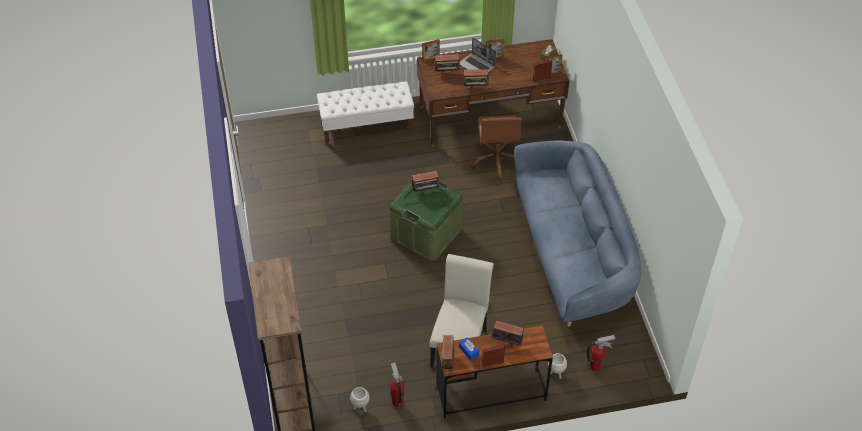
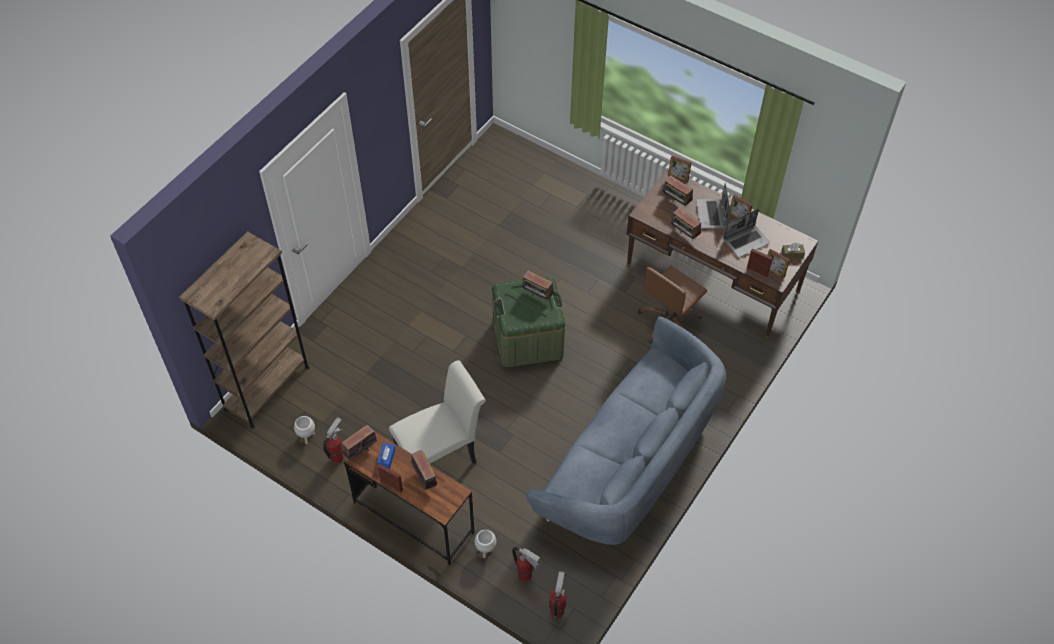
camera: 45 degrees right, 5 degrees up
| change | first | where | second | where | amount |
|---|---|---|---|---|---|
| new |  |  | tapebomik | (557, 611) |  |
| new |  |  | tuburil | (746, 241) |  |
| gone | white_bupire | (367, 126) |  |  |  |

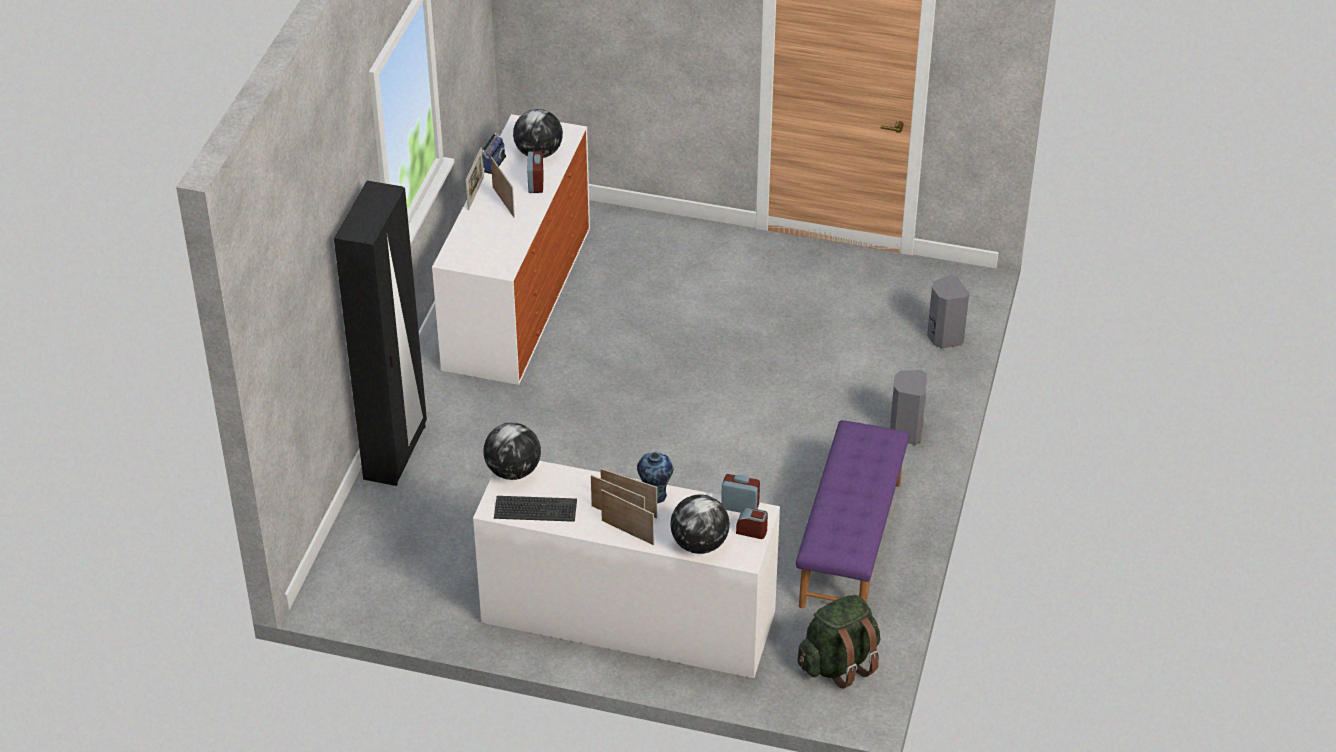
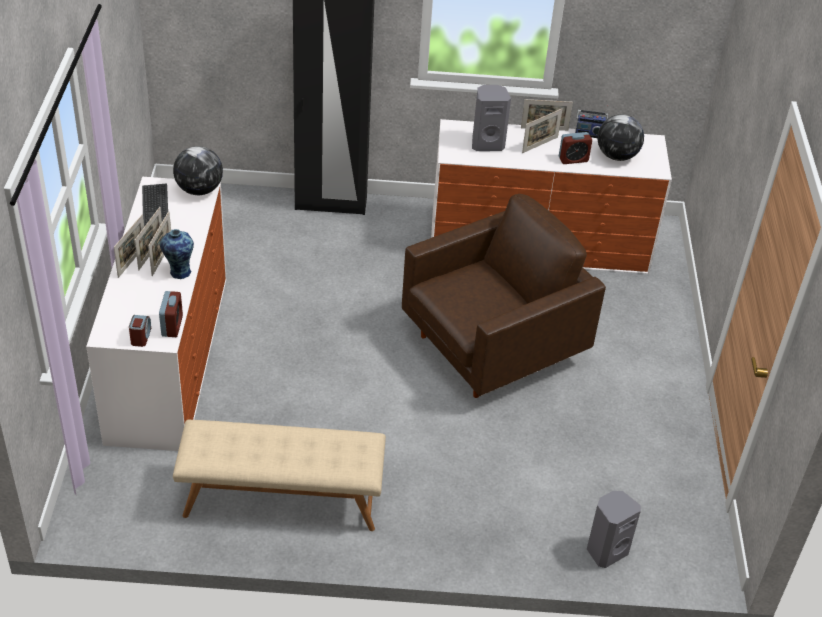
camera: 75 degrees right, 0 degrees up
| change | first | where | second | where | amount |
|---|---|---|---|---|---|
| repainted | purple_bupire | (851, 544) | beige_bupire | (281, 500) |  |
| new |  |  | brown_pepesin | (492, 348) |  |
| shifted | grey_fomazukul | (905, 432) |  | (487, 144) |  |
| gone | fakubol | (700, 544) |  |  |  |
| gone | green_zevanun | (839, 663) |  |  |  |

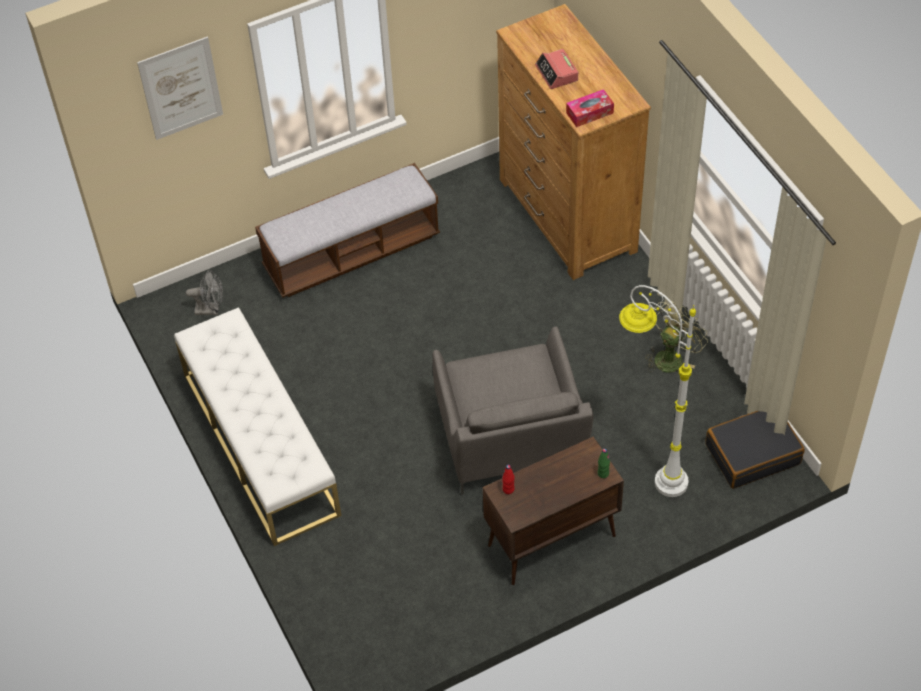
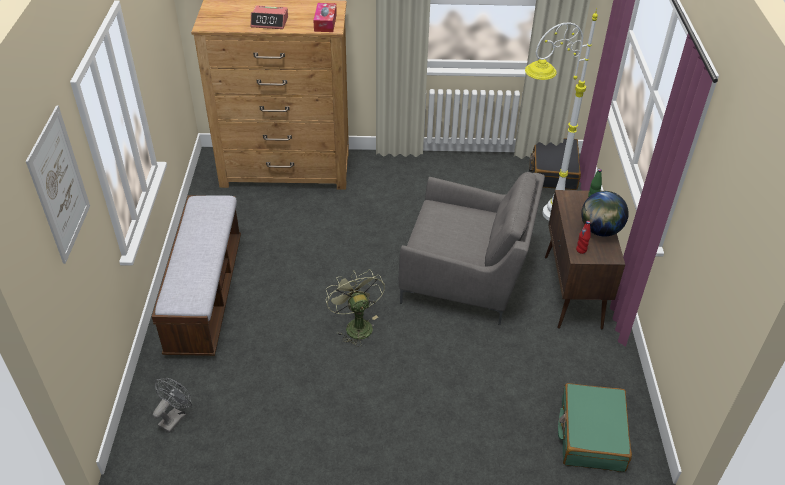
camera: 65 degrees left, 10 degrees down
| change | first | where | second | where | amount |
|---|---|---|---|---|---|
| shifted | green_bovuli | (671, 356) |  | (355, 325) |  |
| new |  |  | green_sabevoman | (591, 434) |  |
| new |  |  | fakubol | (600, 230) |  |
| gone | white_bupire | (260, 443) |  |  |  |

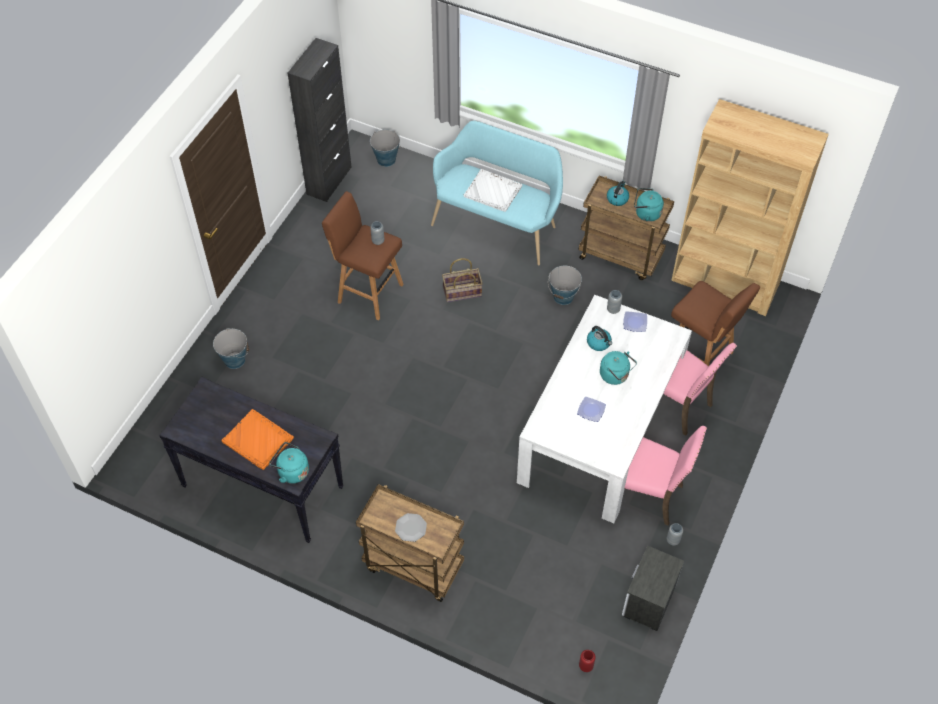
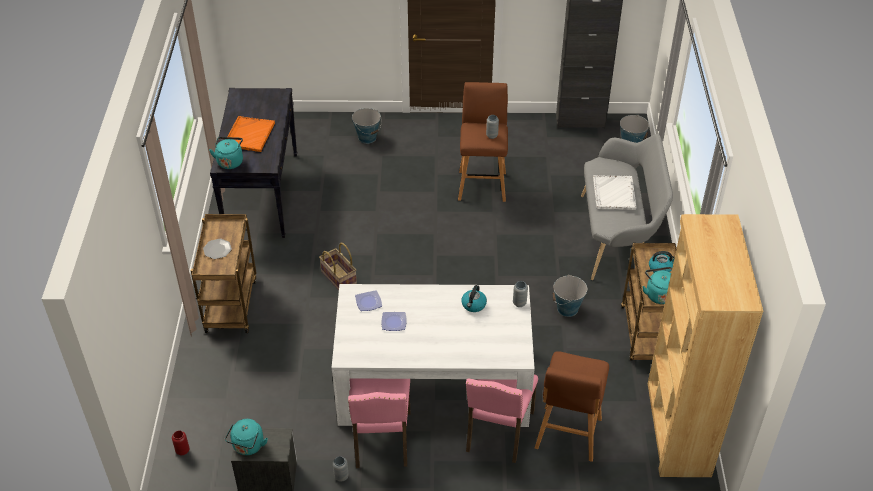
camera: 65 degrees right, 10 degrees down
| change | first | where | second | where | amount |
|---|---|---|---|---|---|
| shifted | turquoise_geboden | (615, 376) |  | (248, 447) |  |
| shifted | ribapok | (462, 292) |  | (338, 278) |  |
| shifted | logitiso | (634, 322) |  | (369, 302) |  |
| repainted | turquoise_bupire | (497, 223) | grey_bupire | (618, 237) |  |

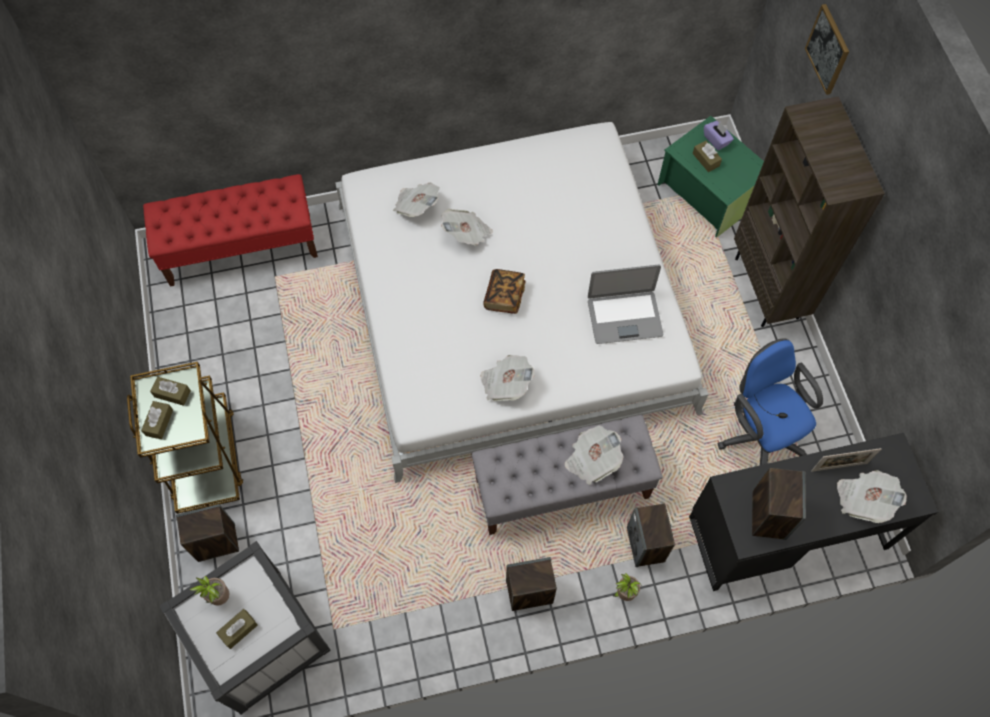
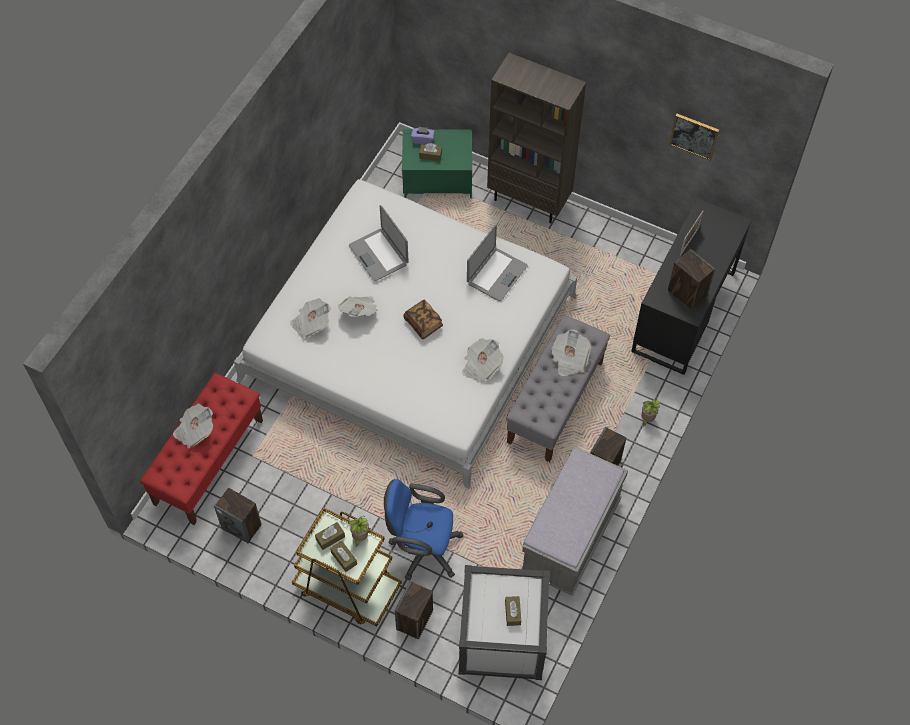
camera: 50 degrees left, 5 degrees down
| change | first | where | second | where | amount |
|---|---|---|---|---|---|
| shifted | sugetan | (864, 500) |  | (195, 431) |  |
| shifted | fomazukul | (646, 545) |  | (242, 526) |  |
| shifted | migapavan | (219, 597) |  | (359, 537) |  |
| new |  |  | tuburil | (379, 255) |  |
| shifted | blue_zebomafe | (758, 435) |  | (422, 548) |  |
| new |  |  | grey_bupire | (571, 537) |  |
| shifted | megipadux | (828, 49) |  | (694, 136) |  |

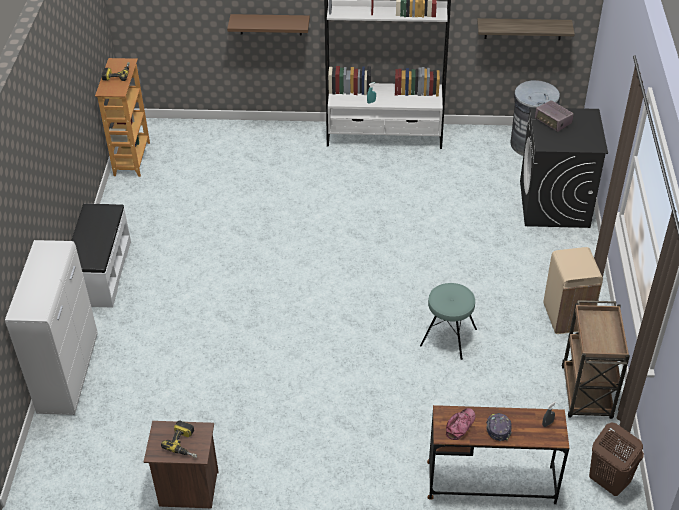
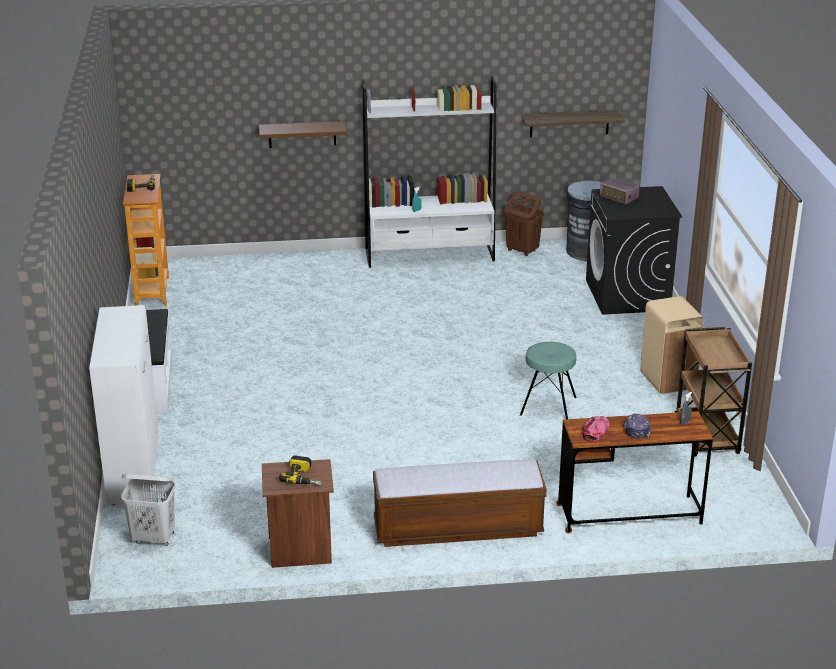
camera: 10 degrees left, 15 degrees down
| change | first | where | second | where | amount |
|---|---|---|---|---|---|
| new |  |  | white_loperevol | (154, 538) |  |
| new |  |  | bupire | (457, 528) |  |
| shifted | brown_loperevol | (608, 482) |  | (522, 251) |  |

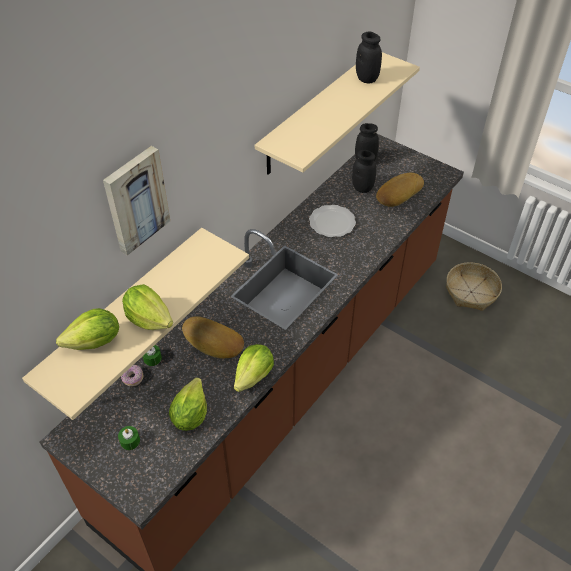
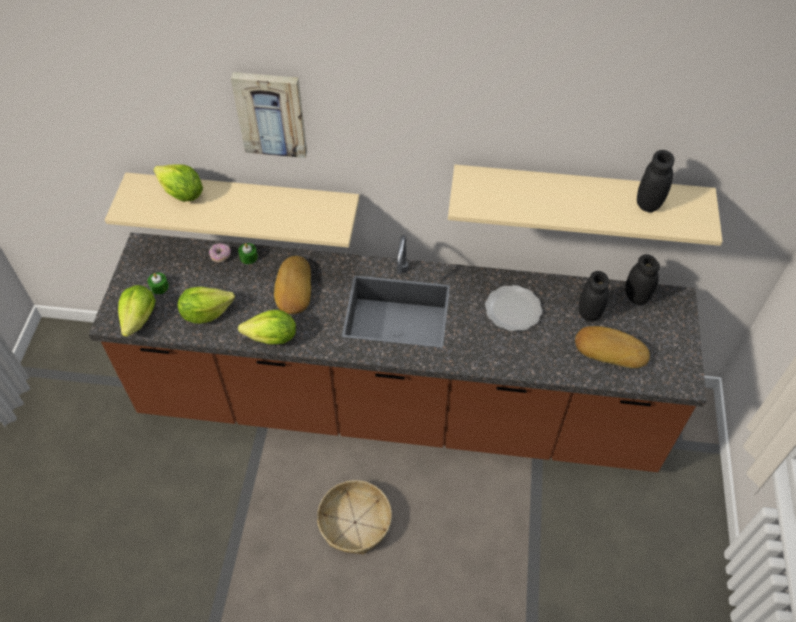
camera: 60 degrees right, 5 degrees up
| change | first | where | second | where | amount |
|---|---|---|---|---|---|
| shifted | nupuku | (149, 319) |  | (140, 319) |  |
| shifted | ribapok | (471, 292) |  | (355, 522) |  |

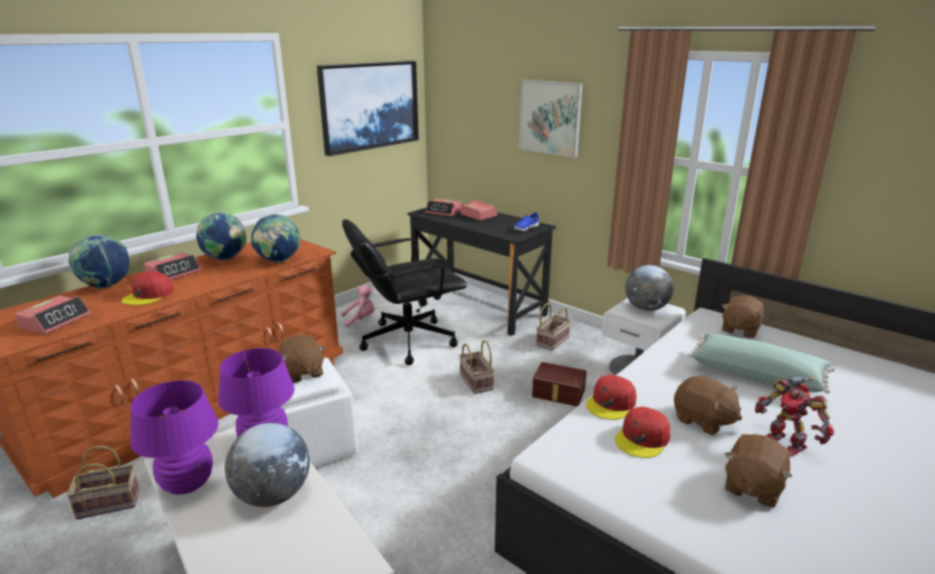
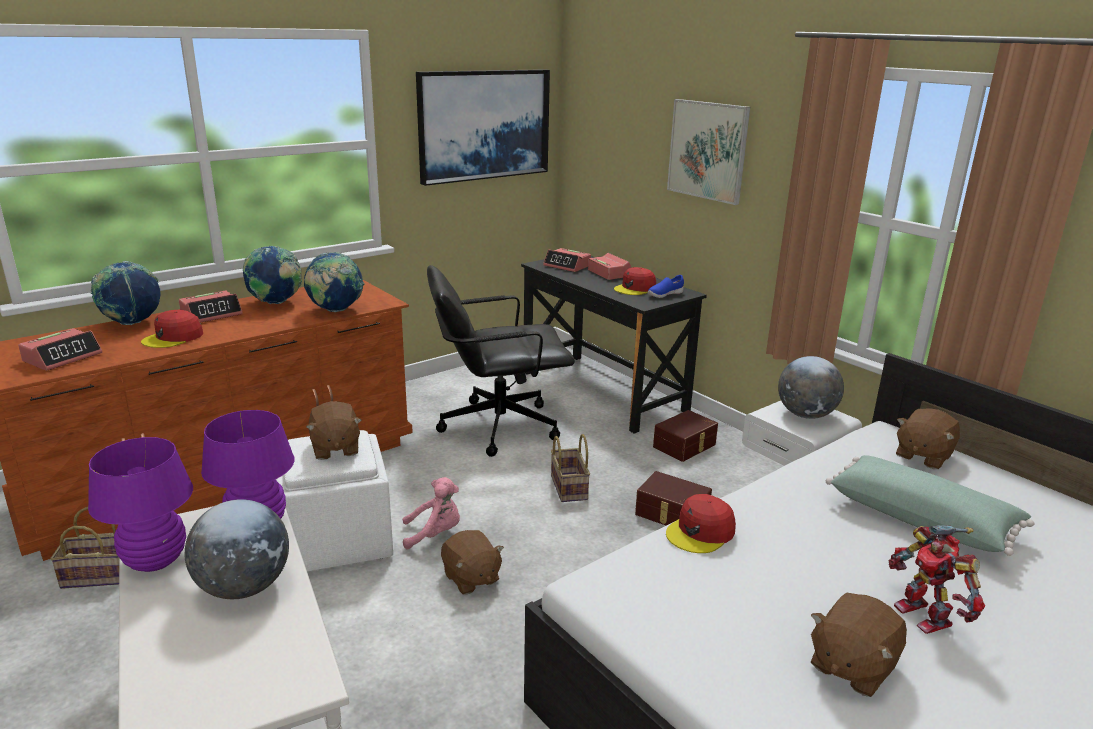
camera: 10 degrees right, 0 degrees up
| change | first | where | second | where | amount |
|---|---|---|---|---|---|
| shifted | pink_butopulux | (360, 320) |  | (434, 534) |  |
| shifted | brown_butopulux | (703, 421) |  | (471, 578) |  |
| shifted | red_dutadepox | (642, 439) |  | (635, 288) |  |
| swapped | ribapok | (552, 341) | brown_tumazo | (685, 446) |  |

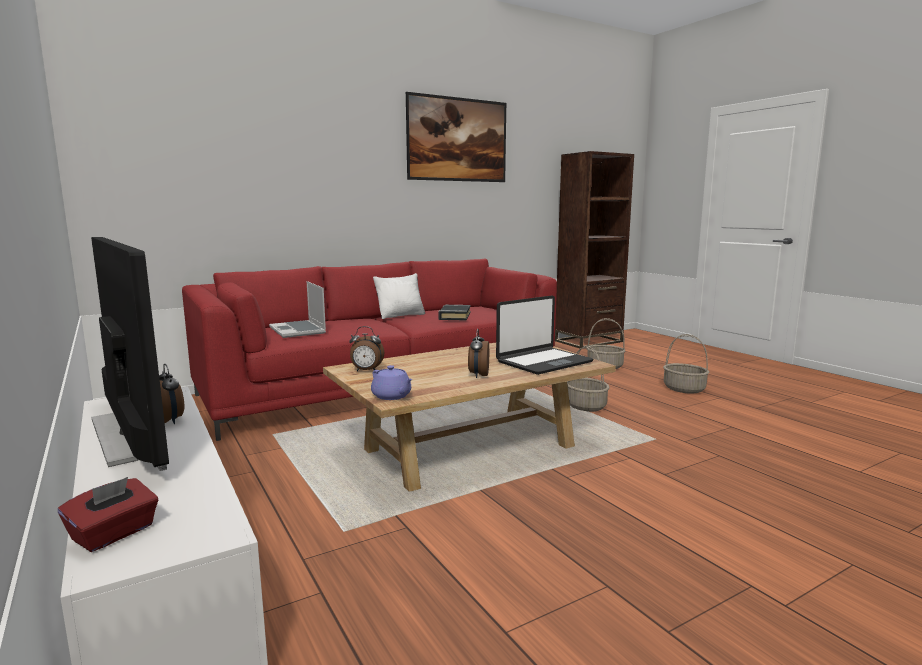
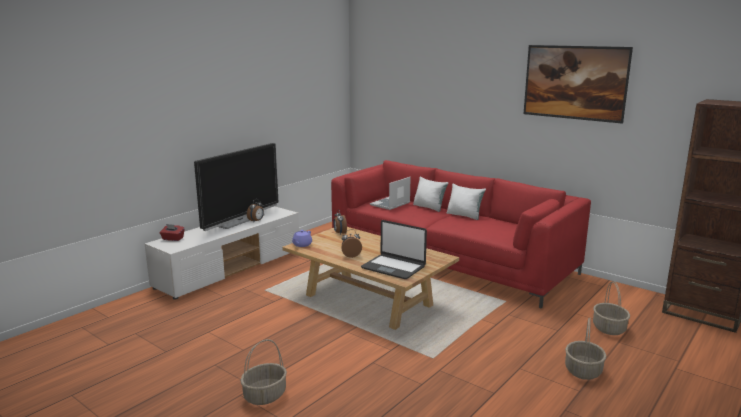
camera: 70 degrees right, 5 degrees up
| change | first | where | second | where | amount |
|---|---|---|---|---|---|
| shifted | ribapok | (586, 406) |  | (264, 396) |  |
| new |  |  | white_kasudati | (429, 207) |  |
| gone | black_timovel | (454, 316) |  |  |  |

